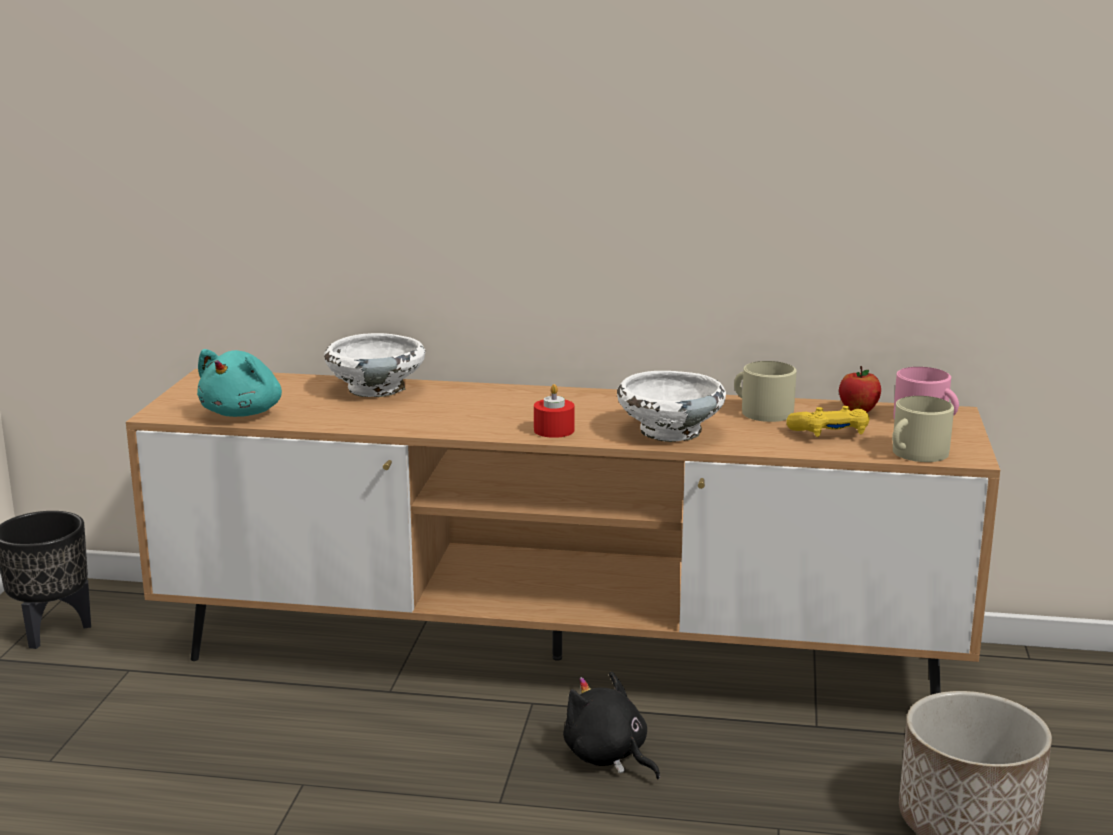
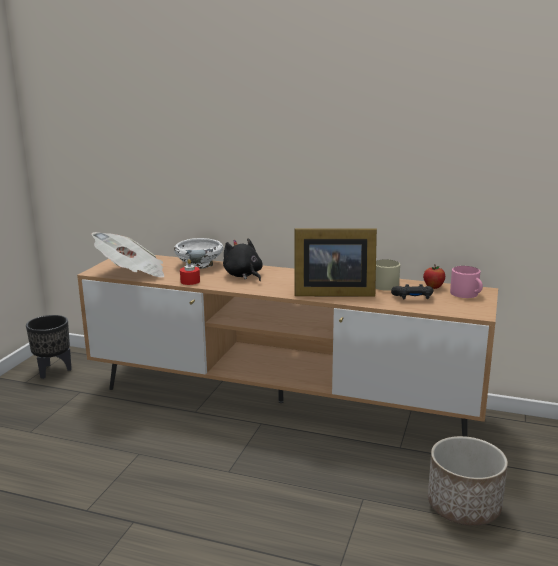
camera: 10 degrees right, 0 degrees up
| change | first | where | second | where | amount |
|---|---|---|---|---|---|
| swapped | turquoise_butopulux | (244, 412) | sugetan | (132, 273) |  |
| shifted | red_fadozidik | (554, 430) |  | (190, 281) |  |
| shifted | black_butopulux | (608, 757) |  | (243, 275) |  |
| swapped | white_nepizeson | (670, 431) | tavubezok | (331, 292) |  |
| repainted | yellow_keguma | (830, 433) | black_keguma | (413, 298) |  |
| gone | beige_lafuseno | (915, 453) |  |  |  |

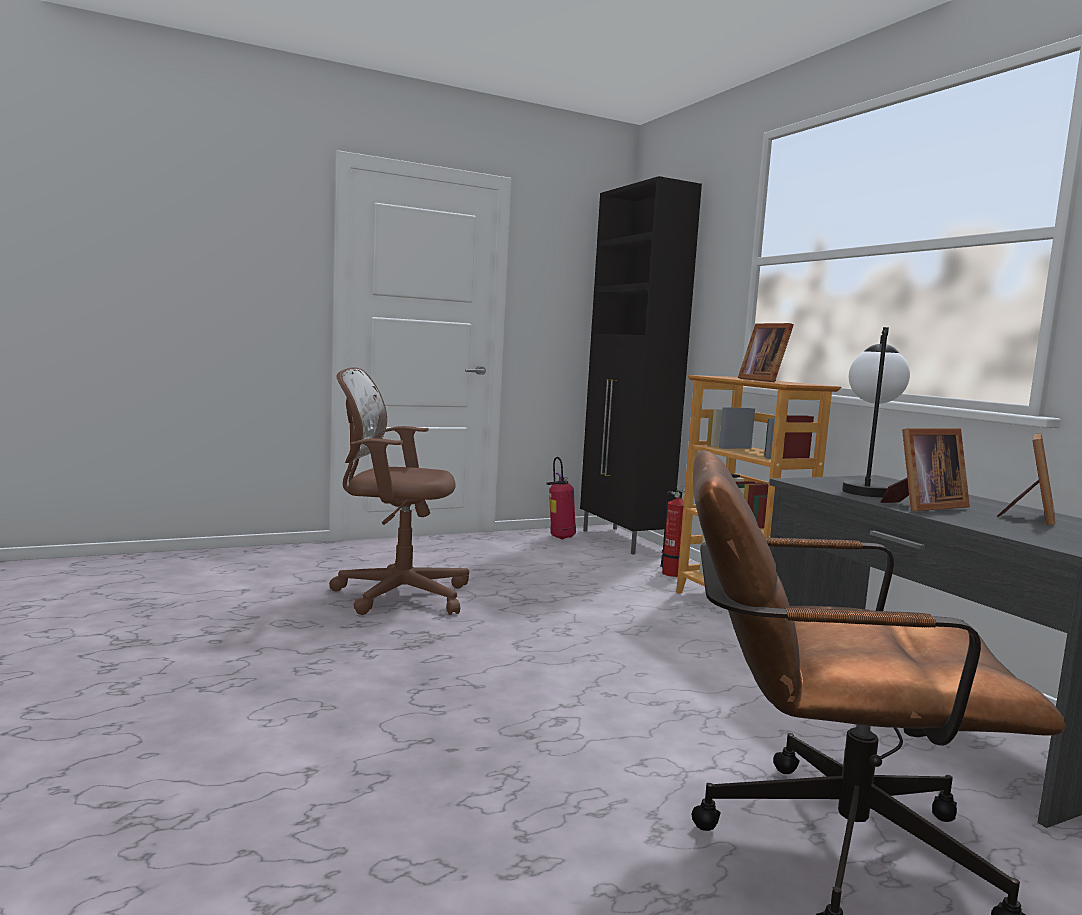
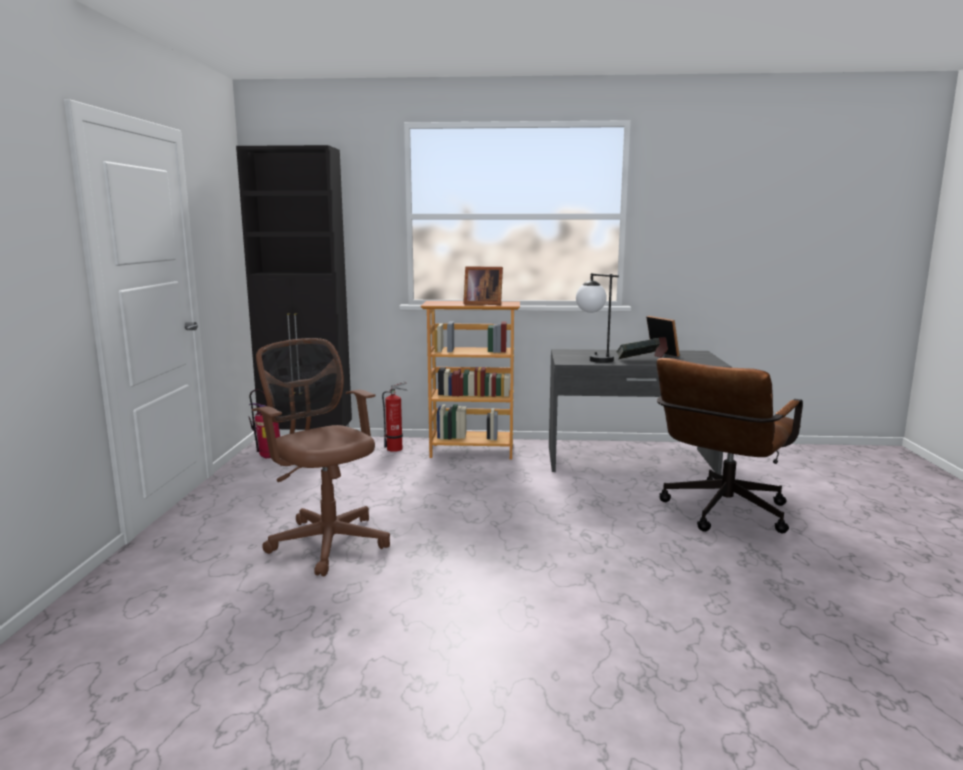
camera: 60 degrees left, 5 degrees up
| change | first | where | second | where | amount |
|---|---|---|---|---|---|
| rotated | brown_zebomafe | (396, 594) |  | (327, 541) | 105 degrees clockwise |
| swapped | tavubezok | (922, 506) | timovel | (637, 361) |  |

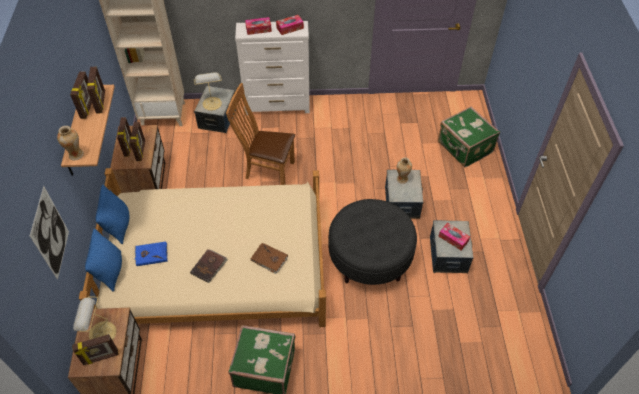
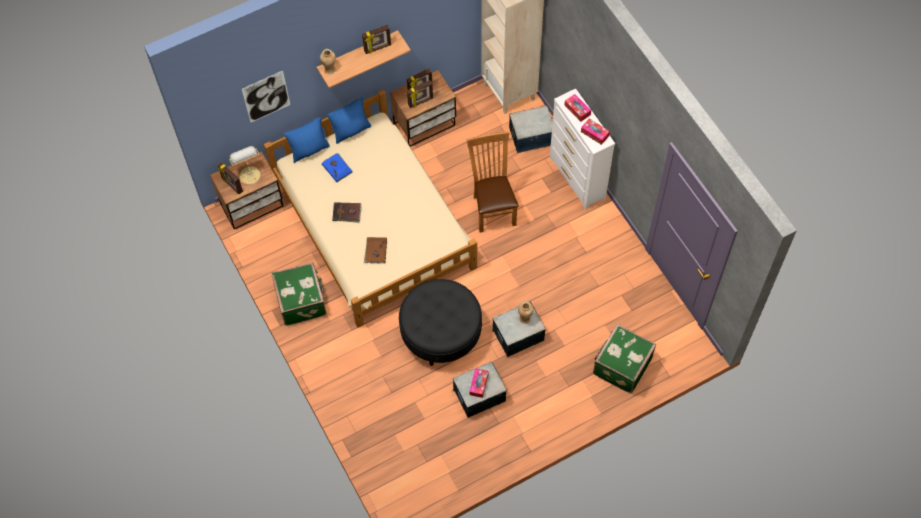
camera: 65 degrees right, 10 degrees up
| change | first | where | second | where | amount |
|---|---|---|---|---|---|
| gone | tavubezok | (101, 102) |  |  |  |
| gone | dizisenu | (211, 103) |  |  |  |

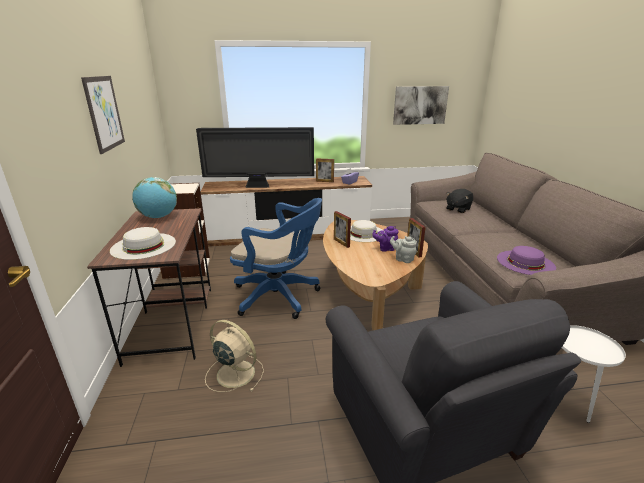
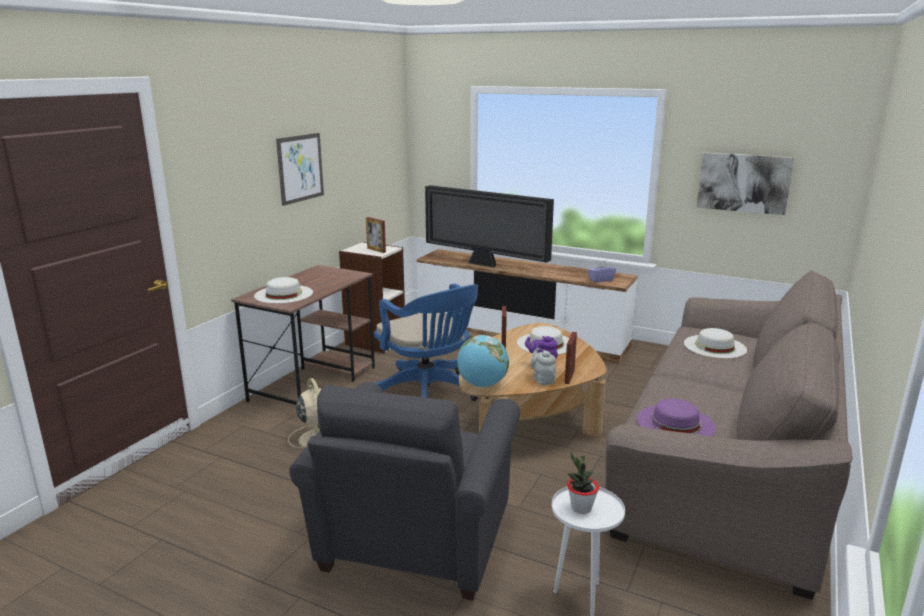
camera: 35 degrees right, 5 degrees down
| change | first | where | second | where | amount |
|---|---|---|---|---|---|
| shifted | tavubezok | (325, 181) |  | (376, 250) |  |
| shifted | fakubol | (158, 217) |  | (482, 385) |  |
| new |  |  | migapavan | (581, 508) |  |
| swapped | black_butopulux | (457, 209) | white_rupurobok | (714, 346) |  |

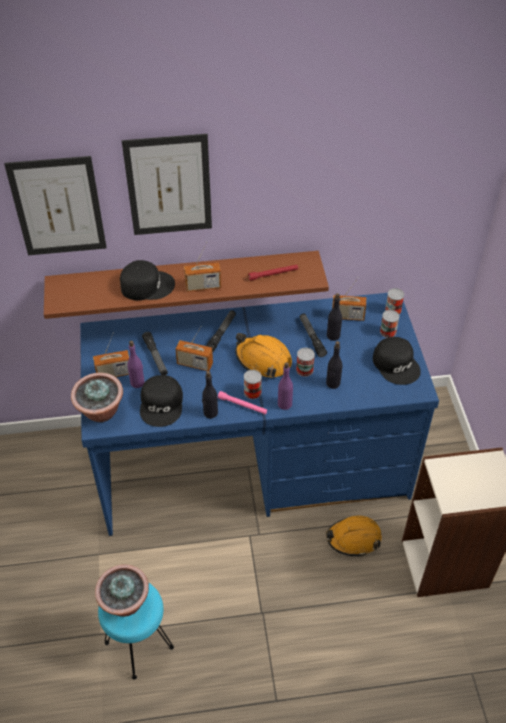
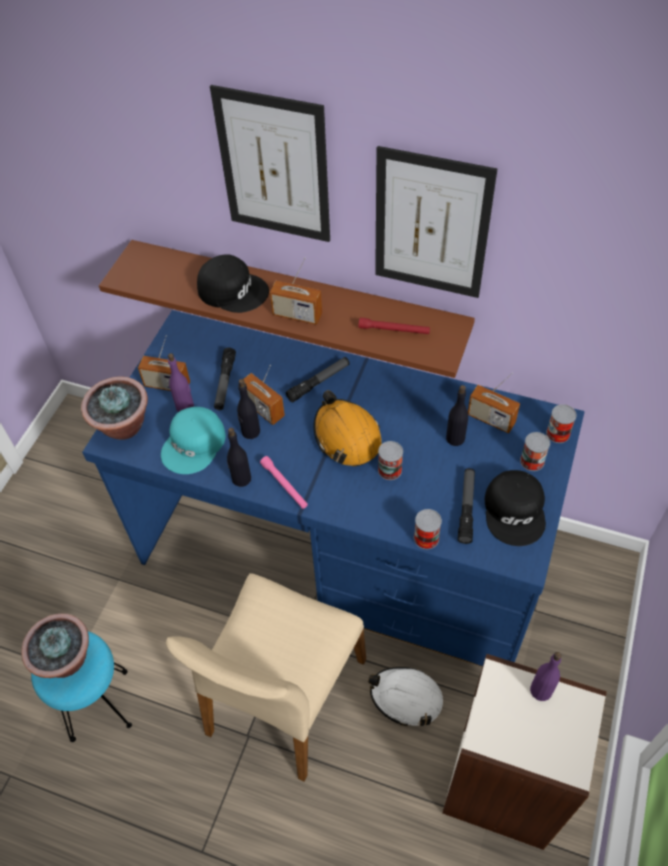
camera: 30 degrees right, 5 degrees up
| change | first | where | second | where | amount |
|---|---|---|---|---|---|
| repainted | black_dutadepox | (162, 404) | turquoise_dutadepox | (194, 445) |  |
| new |  |  | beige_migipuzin | (283, 697) |  |
| shifted | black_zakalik | (333, 383) |  | (250, 432) |  |
| repainted | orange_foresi | (353, 538) | white_foresi | (406, 698) |  |
| shifted | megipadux | (58, 207) |  | (431, 225) |  |
| shifted | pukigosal | (252, 392) |  | (426, 538) |  |
| shifted | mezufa | (312, 337) |  | (466, 508) |  |
| shifted | purple_zakalik | (285, 404) |  | (541, 690) |  |

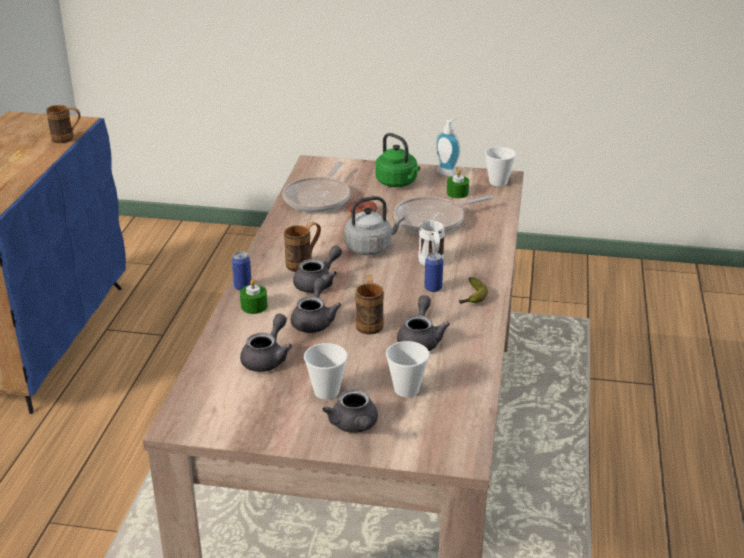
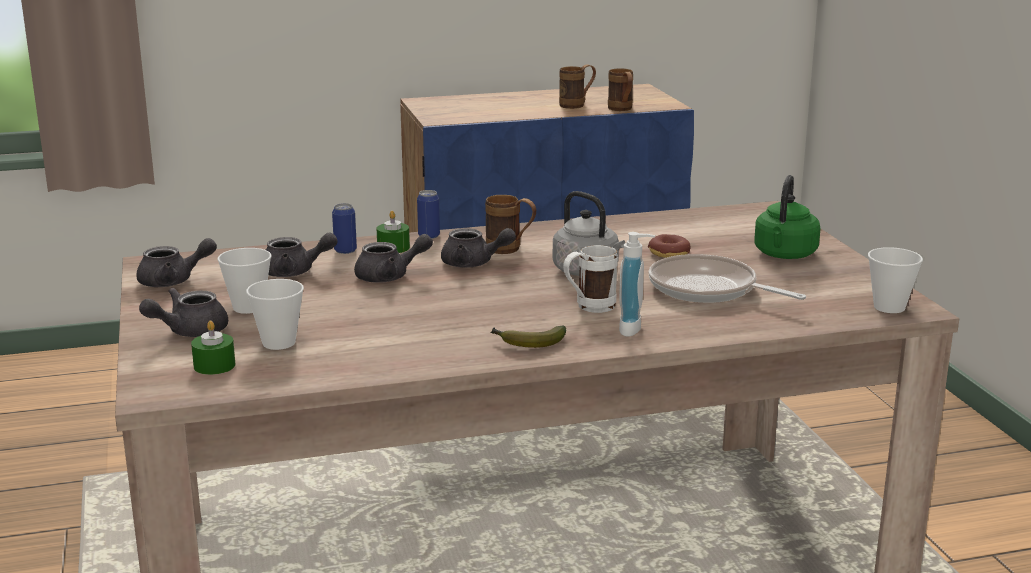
camera: 65 degrees right, 10 degrees down
| change | first | where | second | where | amount |
|---|---|---|---|---|---|
| shifted | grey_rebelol | (420, 339) |  | (173, 281) |  |
| shifted | green_fadozidik | (457, 193) |  | (214, 365) |  |
| shifted | pukigosal | (433, 288) |  | (345, 250) |  |
| shifted | brown_lafuseno | (369, 322) |  | (577, 105) |  |
| shifted | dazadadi | (448, 172) |  | (635, 329) |  |
| gone | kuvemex | (319, 198) |  |  |  |

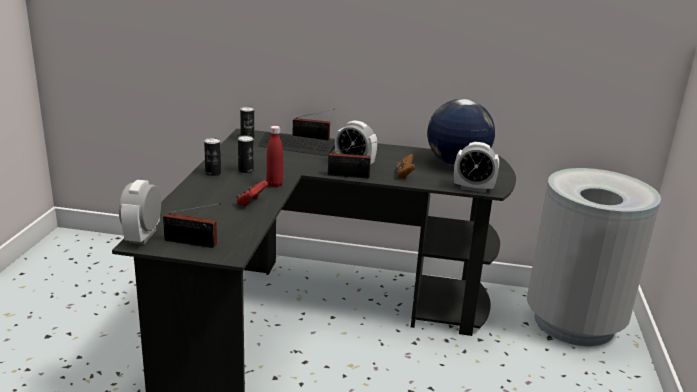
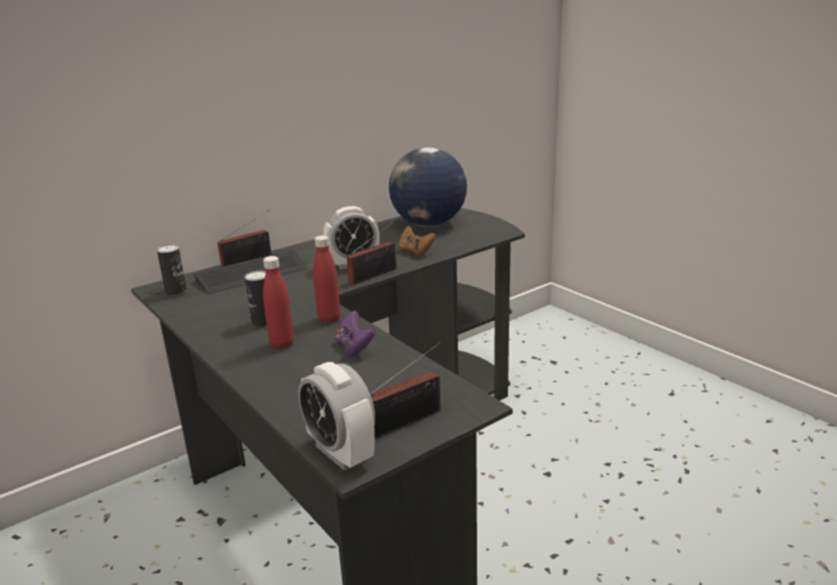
camera: 45 degrees left, 0 degrees up
| change | first | where | second | where | amount |
|---|---|---|---|---|---|
| new |  |  | red_zakalik | (282, 344) |  |
| repainted | red_keguma | (251, 202) | purple_keguma | (354, 347) |  |
| gone | pukigosal | (213, 173) |  |  |  |
| gone | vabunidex | (473, 188) |  |  |  |
| gone | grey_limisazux | (573, 322) |  |  |  |

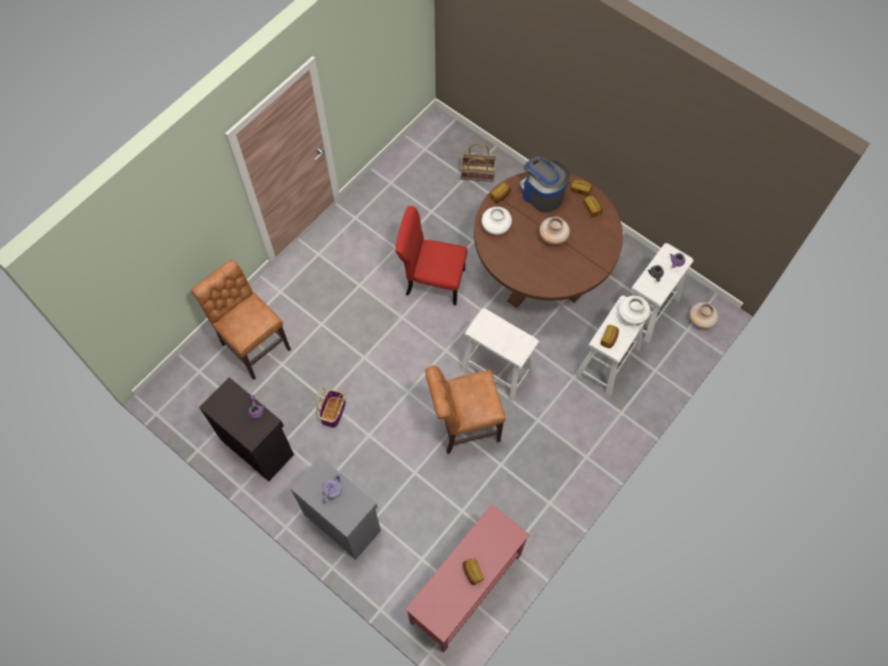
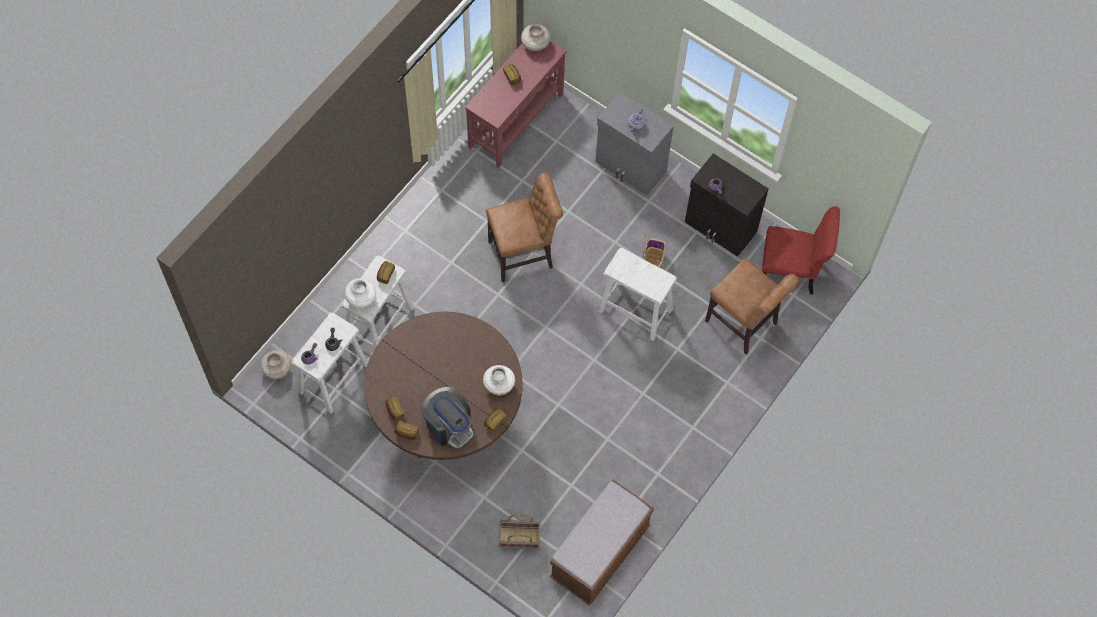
camera: 175 degrees right, 0 degrees up
| change | first | where | second | where | amount |
|---|---|---|---|---|---|
| shifted | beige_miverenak | (553, 237) |  | (535, 44) |  |
| new |  |  | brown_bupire | (600, 553) |  |
| shifted | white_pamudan | (496, 369) |  | (636, 310) |  |
| shifted | red_migipuzin | (432, 281) |  | (791, 272) |  |

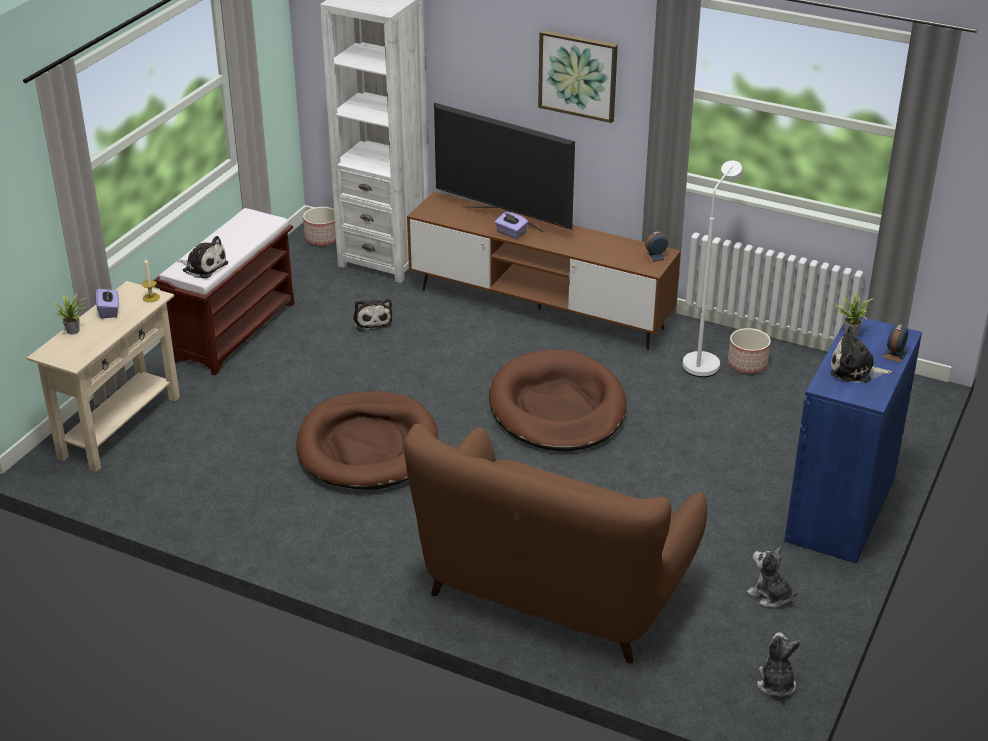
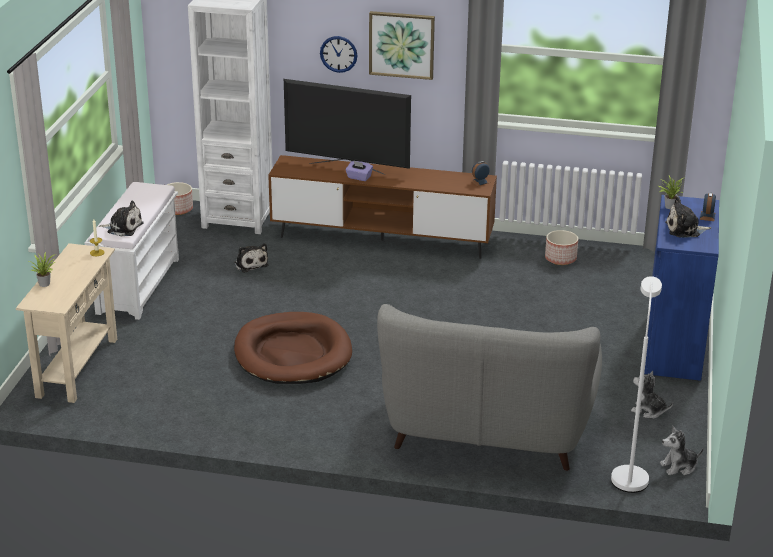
camera: 15 degrees left, 5 degrees down
| change | first | where | second | where | amount |
|---|---|---|---|---|---|
| repainted | brown_bupire | (234, 330) | white_bupire | (138, 285) |  |
| new |  |  | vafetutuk | (338, 54) |  |
| repainted | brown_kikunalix | (552, 590) | grey_kikunalix | (486, 431) |  |
| shifted | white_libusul | (704, 361) |  | (630, 474) |  |
| rotated | butopulux | (776, 684) |  | (679, 467) | 90 degrees counterclockwise |
| gone | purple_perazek | (109, 311) |  |  |  |
| gone | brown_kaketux | (557, 408) |  |  |  |

